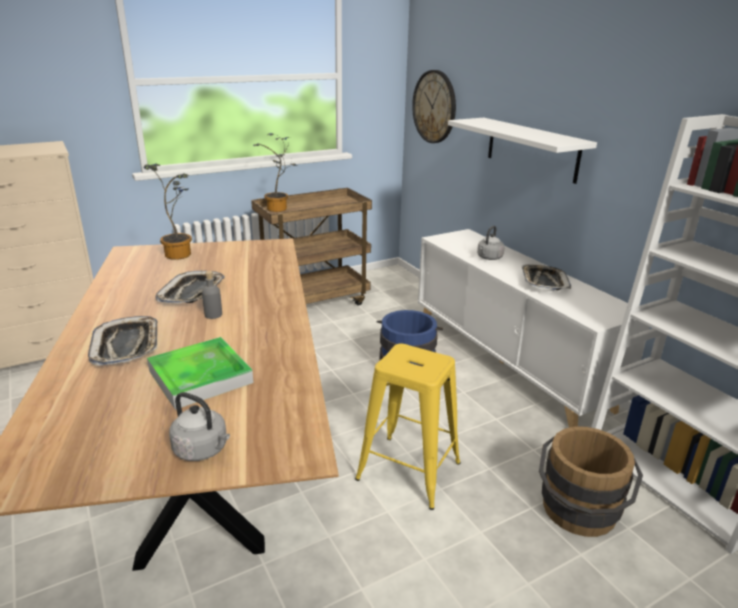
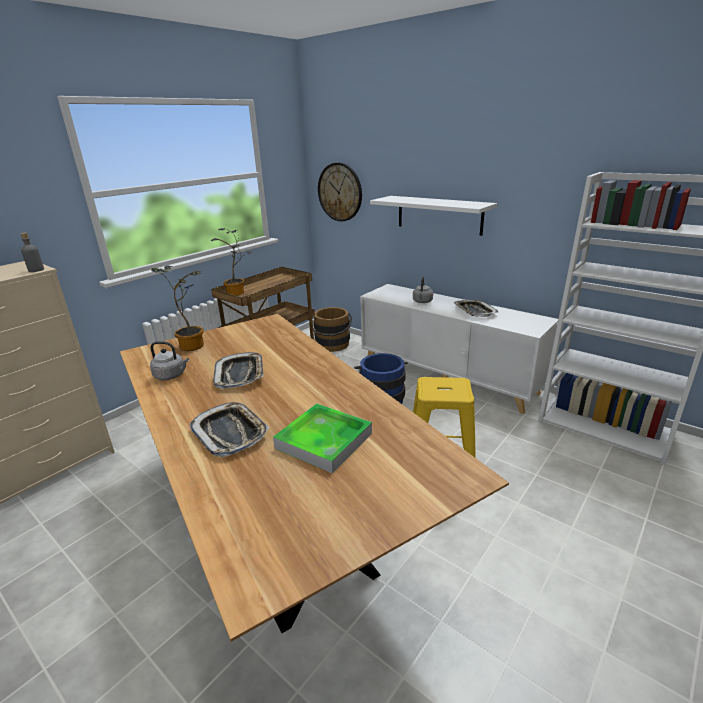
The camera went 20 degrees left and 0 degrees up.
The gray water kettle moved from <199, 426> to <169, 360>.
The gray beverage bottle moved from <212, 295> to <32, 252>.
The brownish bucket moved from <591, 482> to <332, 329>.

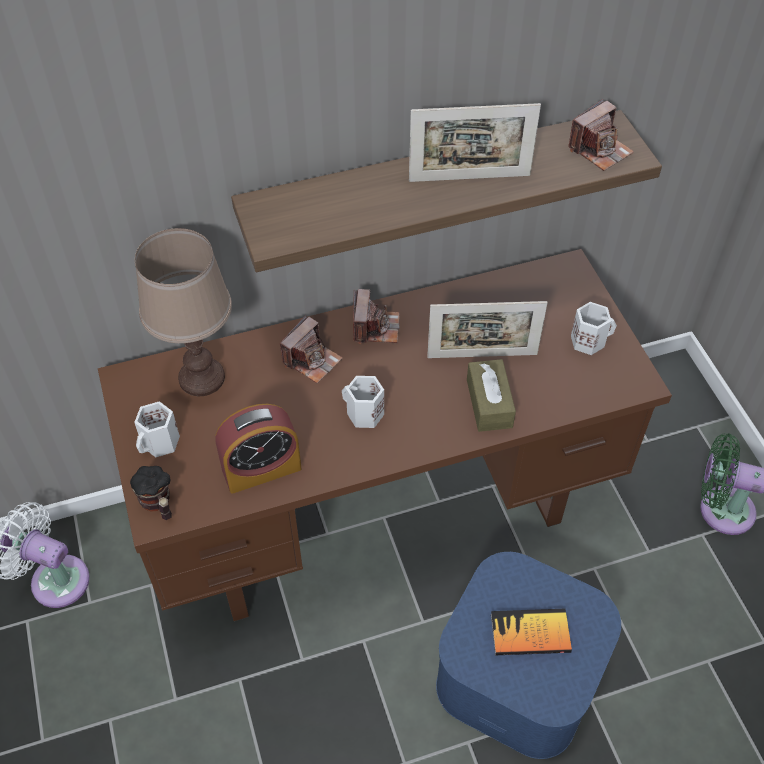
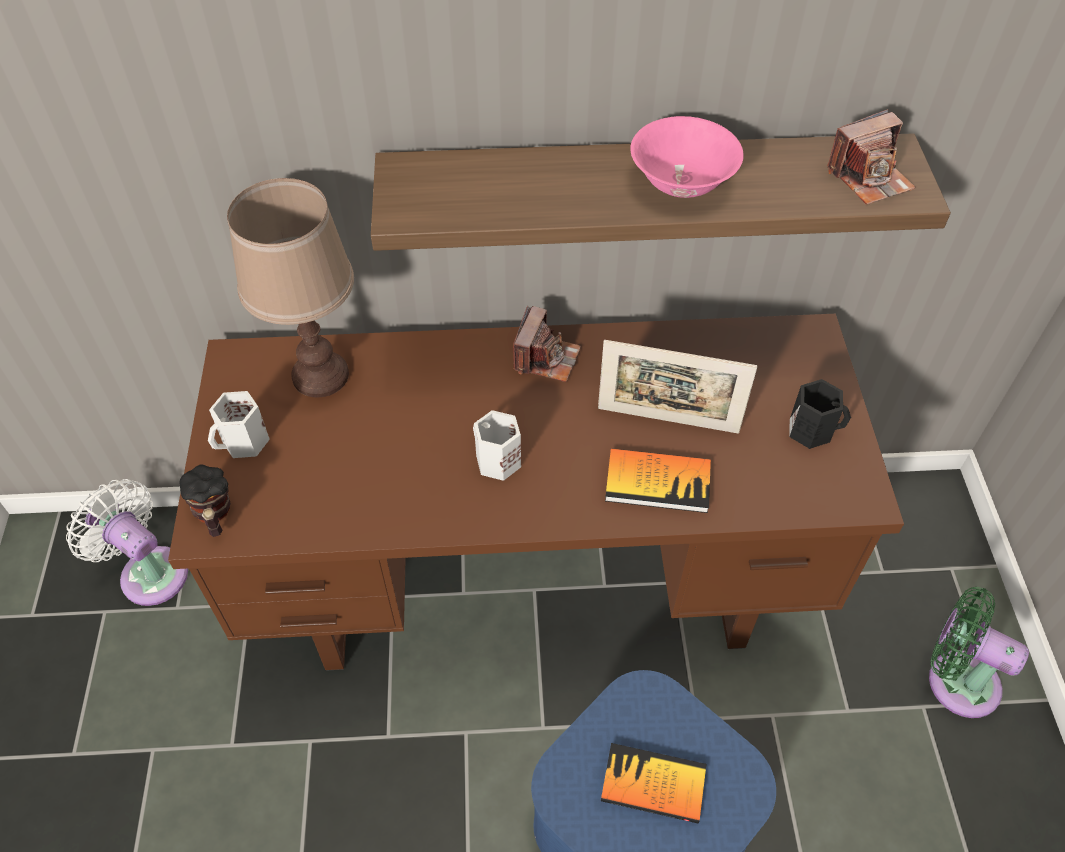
The camera went 15 degrees right and 0 degrees up.
The table clock at <258, 449> disappeared.
The photo camera at <311, 349> disappeared.
The photo frame at <475, 142> was replaced by the pink bowl at <687, 157>.
The brownish tissue box at <491, 395> was replaced by the volume at <658, 480>.
The whitish coffee mug at <594, 328> became the black-coloured coffee mug at <820, 414>.

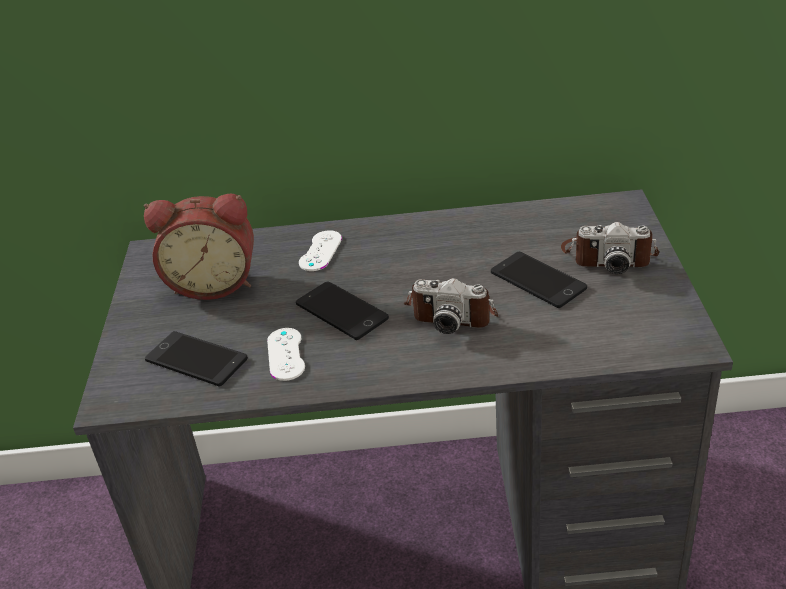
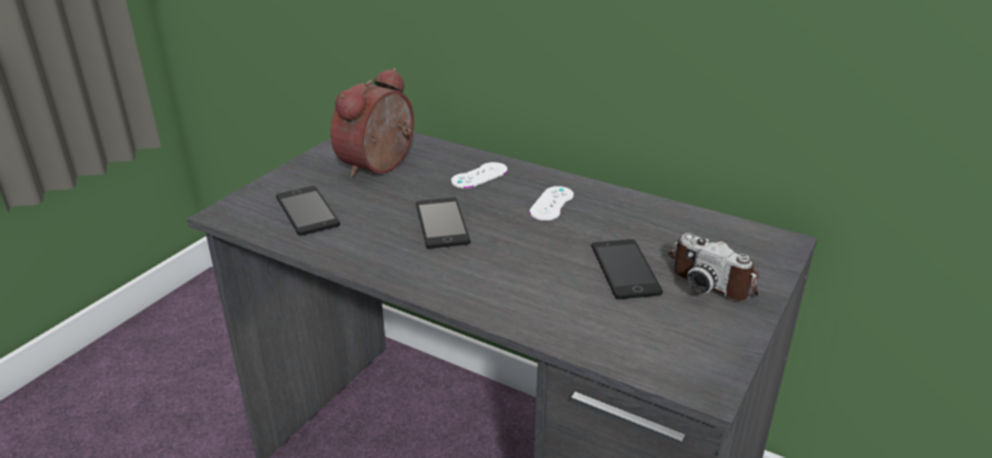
The camera went 30 degrees right and 5 degrees down.
The photo camera at <451, 306> disappeared.
The whitish gamepad moved from <286, 354> to <551, 203>.
The table clock at <199, 247> turned 90 degrees clockwise.

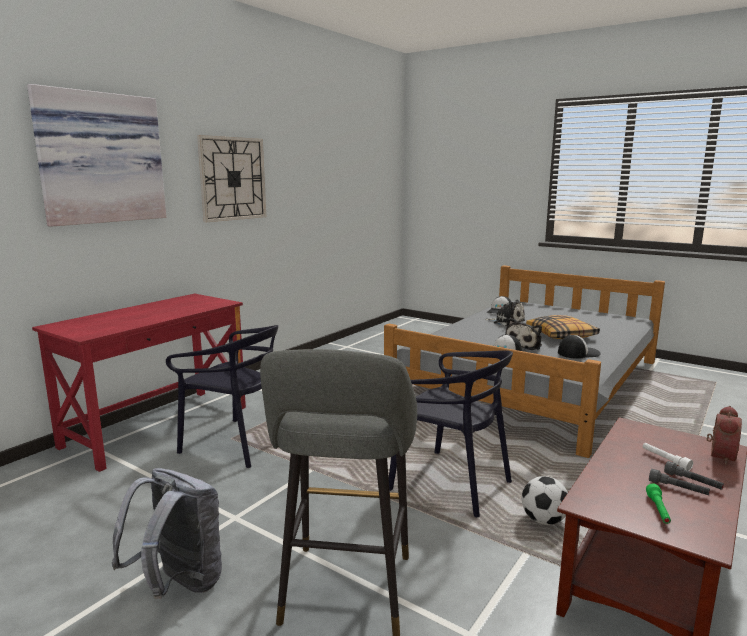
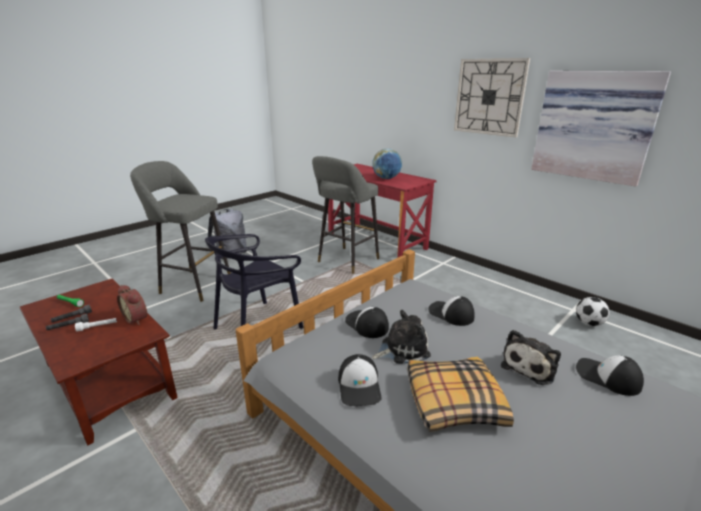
The camera went 100 degrees right and 10 degrees up.
The desk globe at <387, 164> appeared.
The peaked cap at <451, 311> appeared.
The picture moved from <96, 155> to <601, 129>.
The football moved from <545, 500> to <593, 311>.
The table clock moved from <724, 435> to <132, 305>.
The black-coloured upright chair at <222, 396> was replaced by the gray stool at <345, 215>.
The soft toy at <523, 334> turned 120 degrees clockwise.

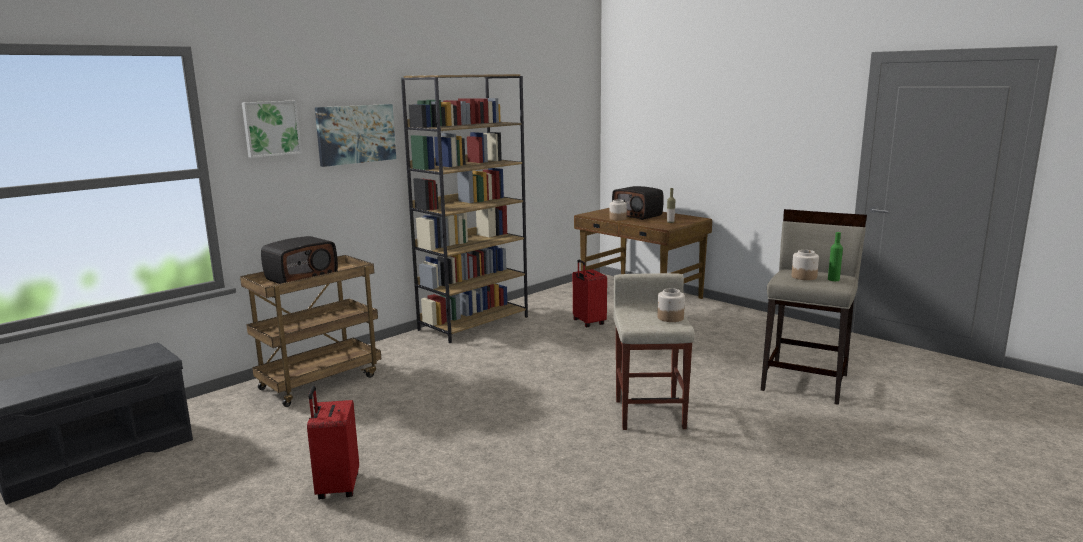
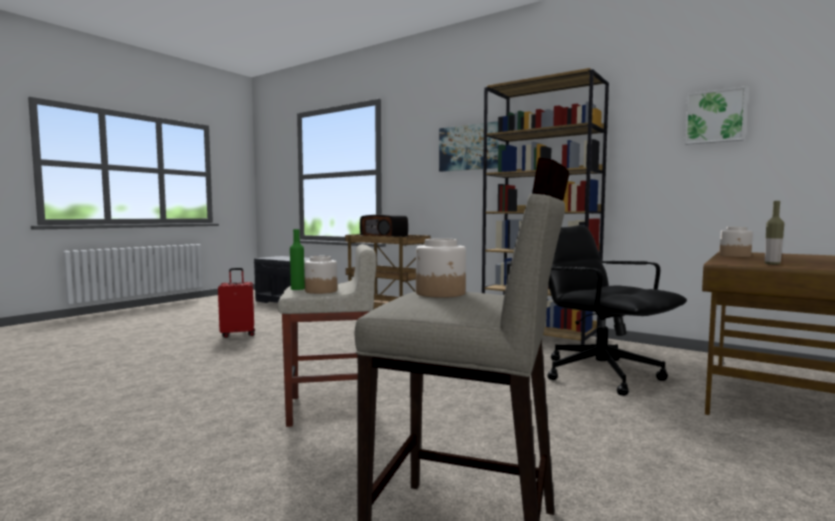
The camera went 80 degrees right and 10 degrees down.
The radio at <638, 203> disappeared.
The picture moved from <272, 129> to <716, 115>.
The green-coloured beverage bottle moved from <835, 256> to <297, 259>.
The reddish travel case at <590, 293> was replaced by the black-coloured computer chair at <617, 310>.

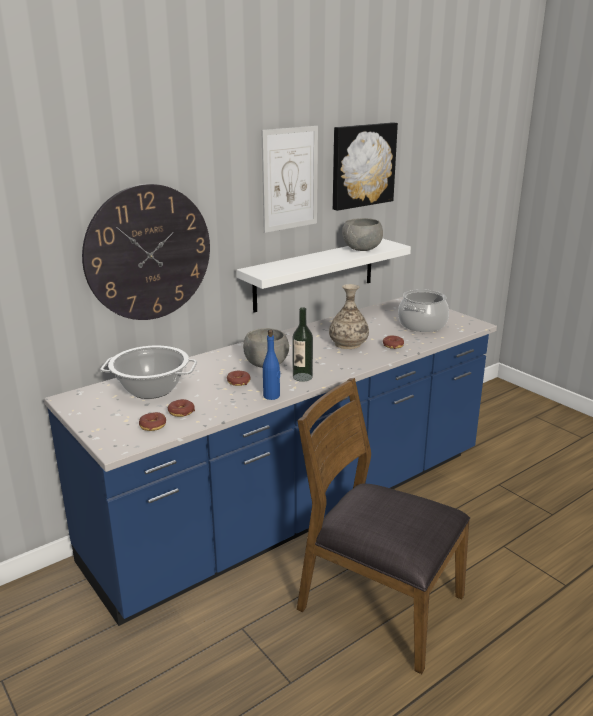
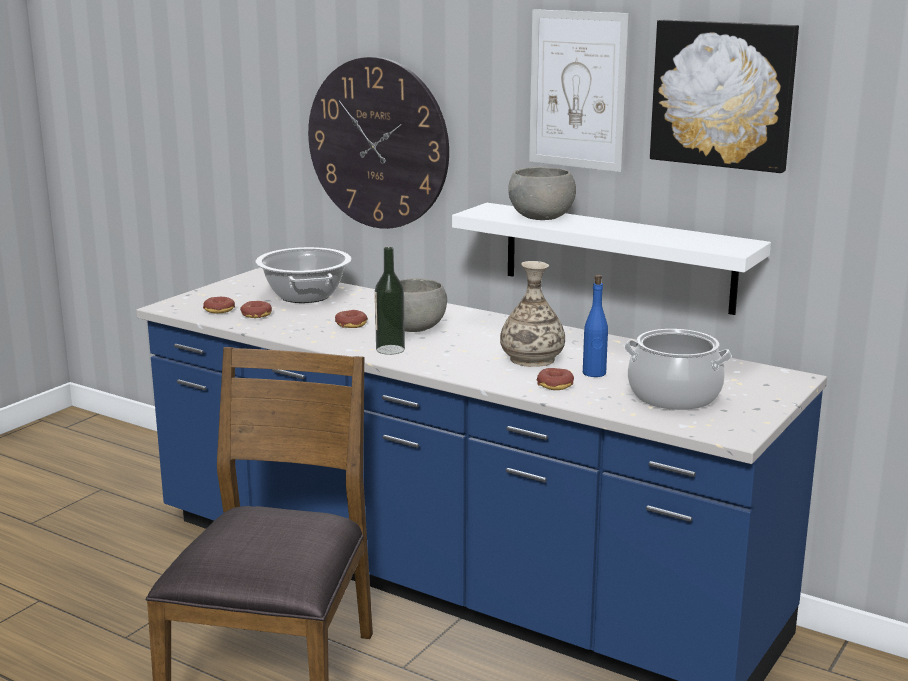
The camera went 70 degrees right and 5 degrees down.
The blue beverage bottle moved from <271, 365> to <595, 326>.
The gray bowl moved from <362, 234> to <542, 193>.

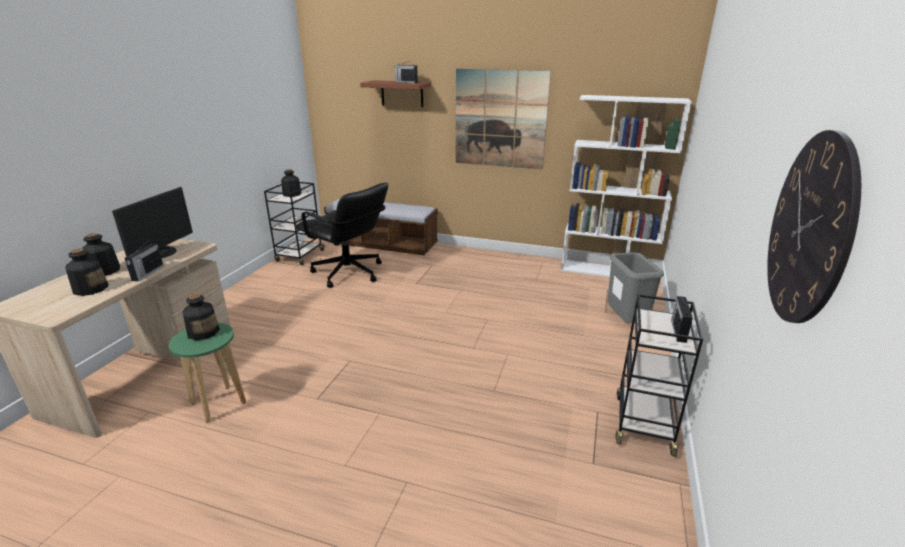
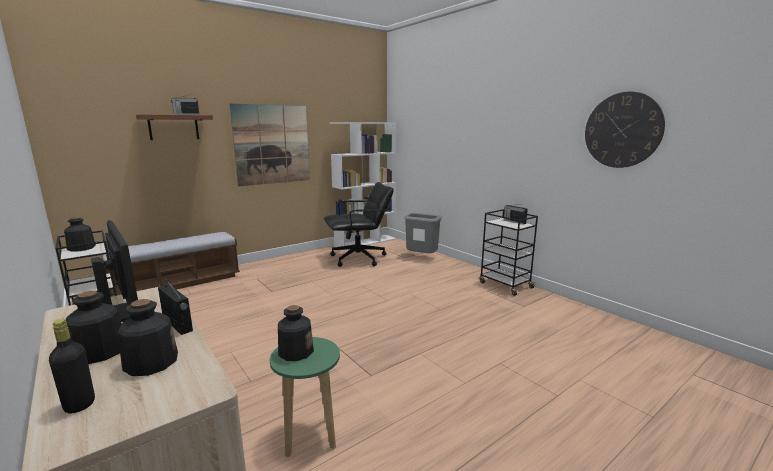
The camera went 55 degrees left and 10 degrees down.
The black-coloured beverage bottle at <72, 366> appeared.
The black-coloured computer chair moved from <341, 235> to <359, 224>.

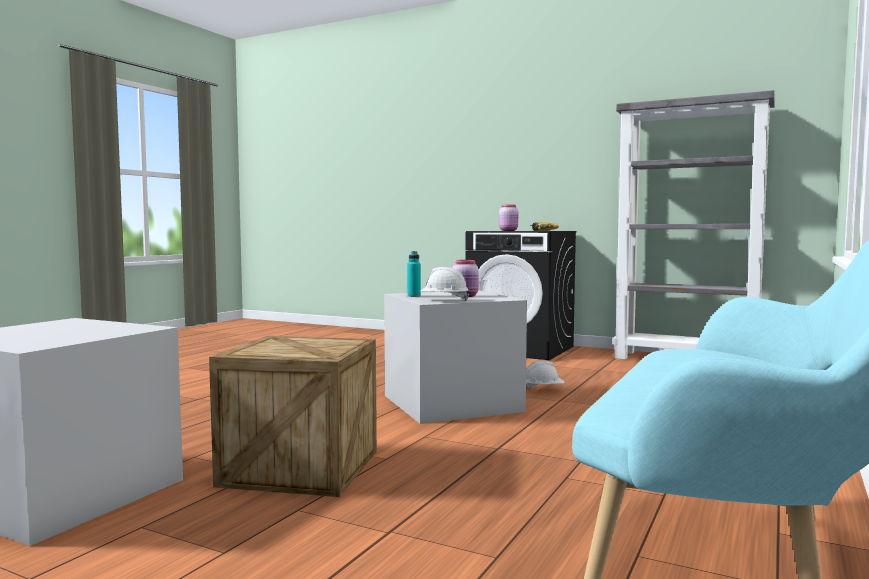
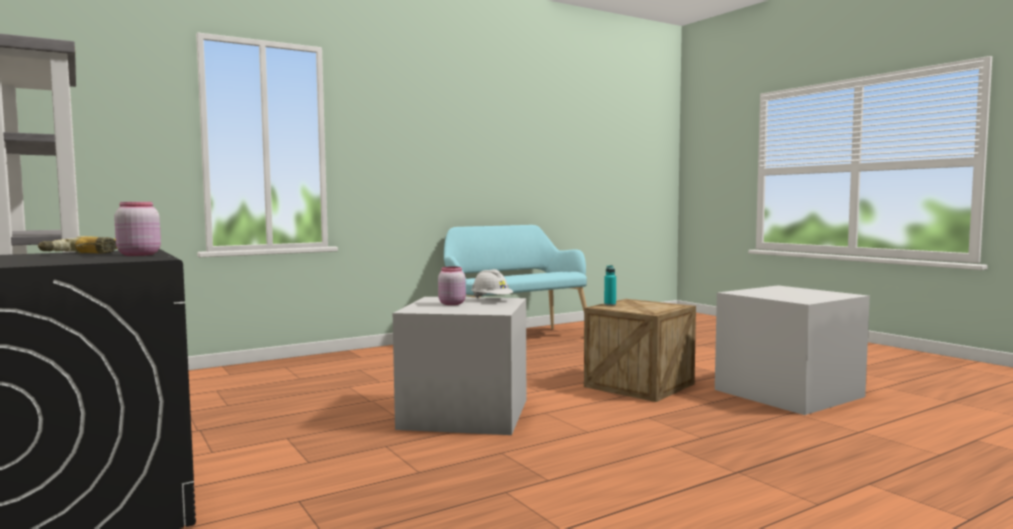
The camera went 150 degrees left and 0 degrees up.
The whitish work helmet at <545, 374> disappeared.
The turquoise-coloured beverage bottle moved from <414, 274> to <610, 285>.

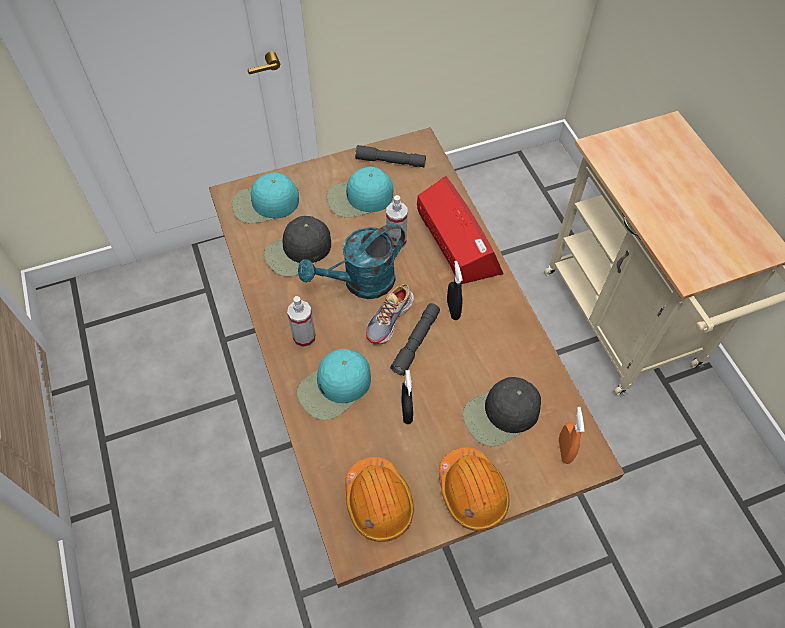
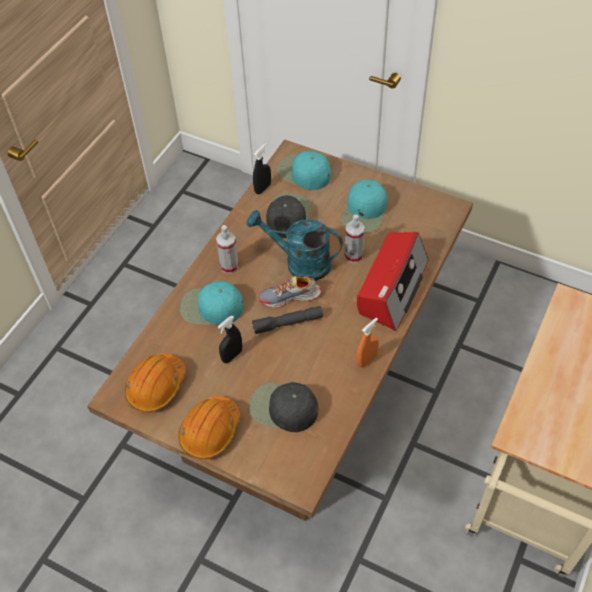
The camera went 50 degrees right and 5 degrees down.
The gray hand torch at <390, 156> disappeared.
The black-coloured hand sprayer moved from <455, 290> to <262, 169>.
The orange-coloured hand sprayer moved from <572, 435> to <367, 343>.
The black-coloured peaked cap at <297, 246> turned 90 degrees clockwise.
The turquoise-coloured peaked cap at <360, 192> turned 105 degrees counterclockwise.

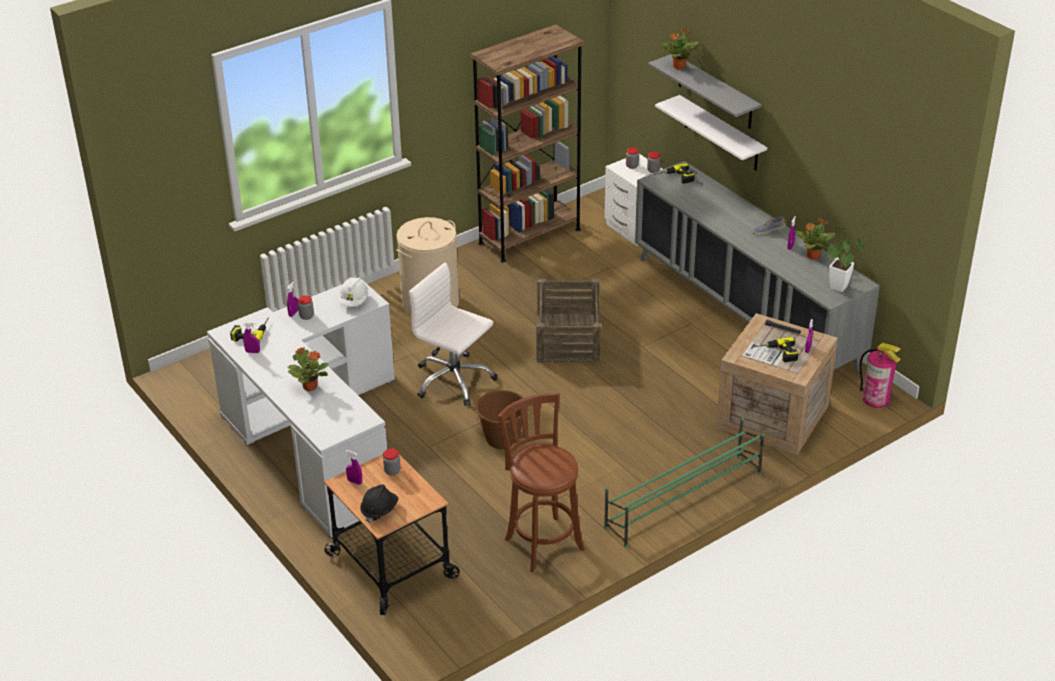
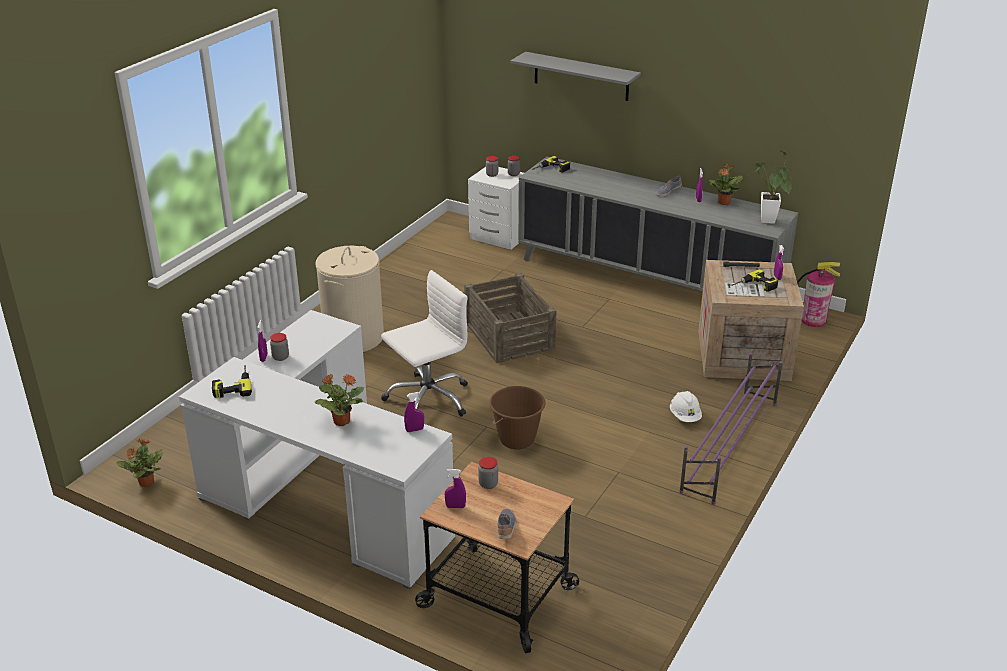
The camera went 25 degrees left and 5 degrees down.
The brownish shelving unit at <527, 143> disappeared.
The brownish stool at <541, 483> disappeared.
The whitish wall shelf at <711, 133> disappeared.
The purple hand sprayer moved from <251, 337> to <414, 412>.
The whitish work helmet moved from <353, 292> to <686, 406>.
The potted plant moved from <679, 49> to <140, 463>.
The black-coloured work helmet at <379, 503> was replaced by the shoe at <507, 524>.
The green-coloured shoe rack at <684, 482> became the purple shoe rack at <731, 429>.
The whitish computer chair at <453, 334> turned 135 degrees clockwise.

